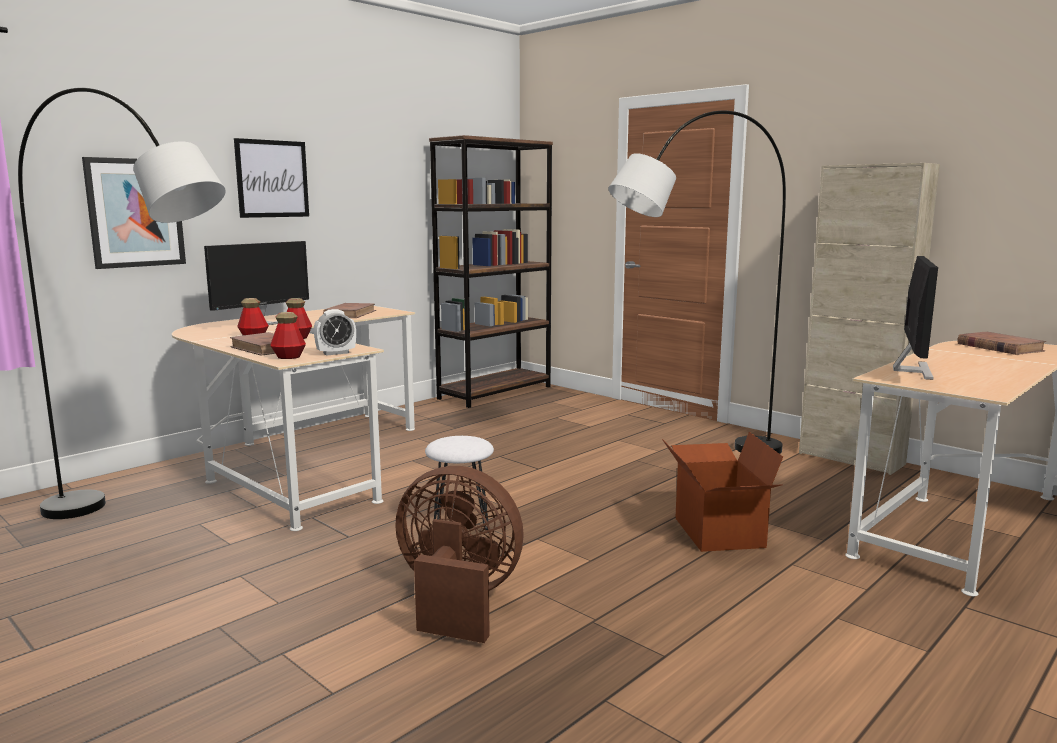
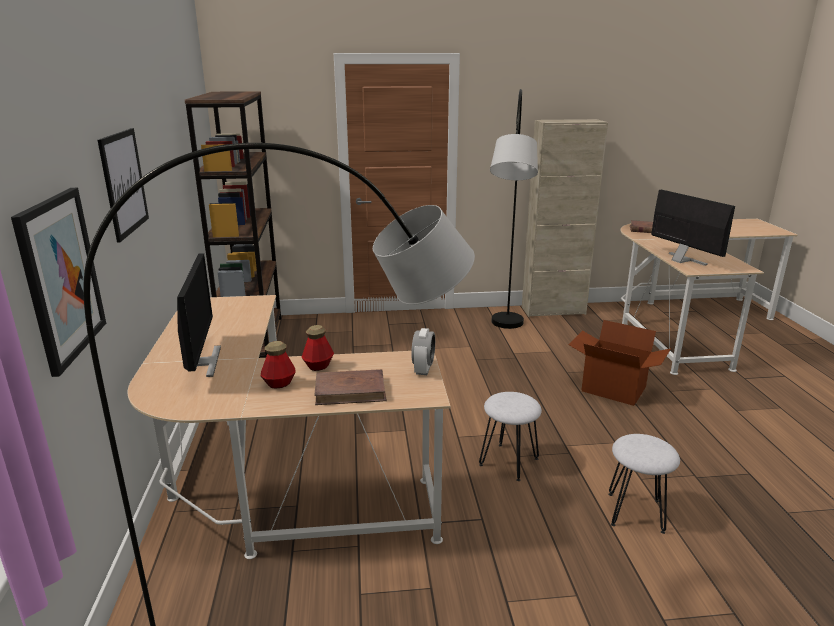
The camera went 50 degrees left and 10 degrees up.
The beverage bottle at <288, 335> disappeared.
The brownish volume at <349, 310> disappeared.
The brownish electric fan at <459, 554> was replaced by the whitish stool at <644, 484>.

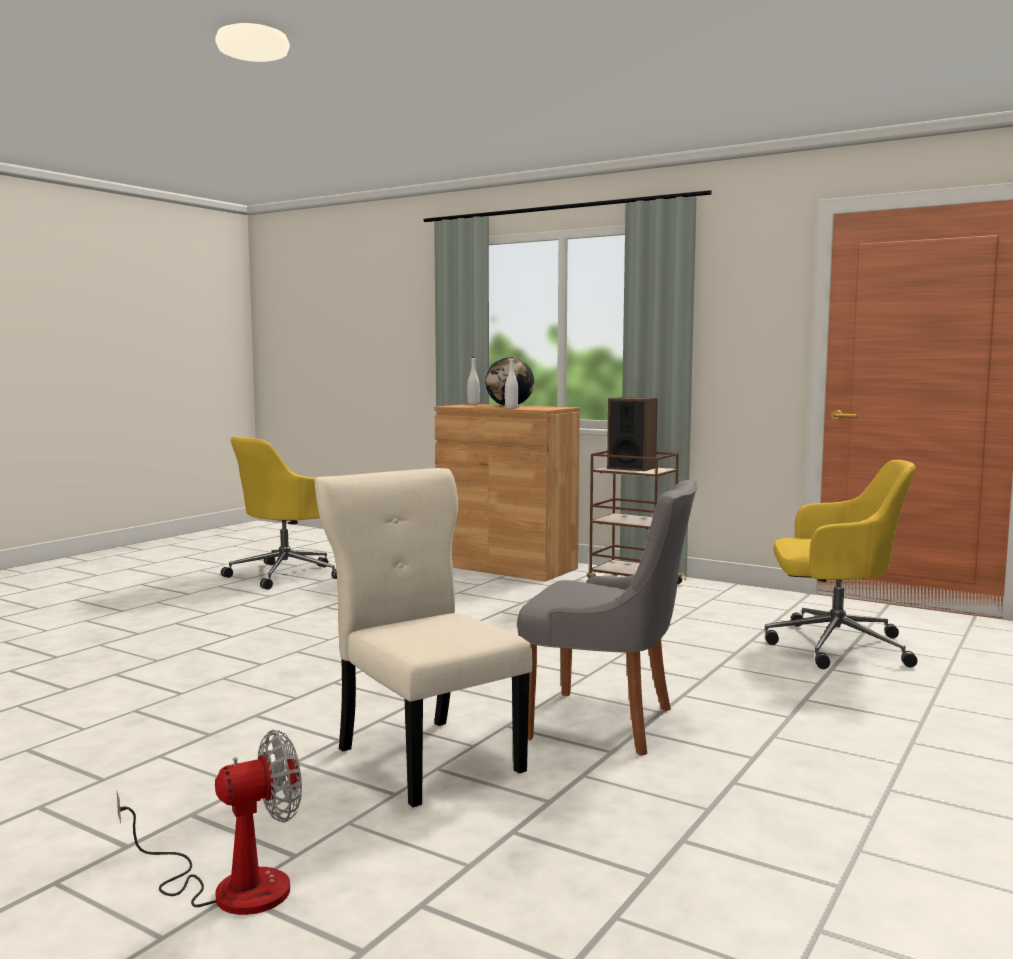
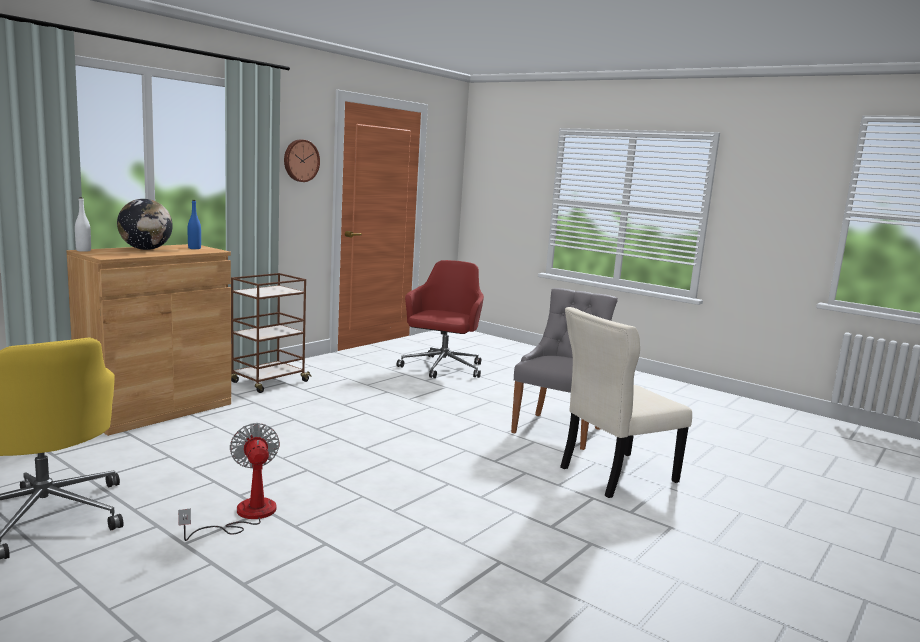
The camera went 85 degrees left and 5 degrees up.
The whitish beverage bottle at <511, 383> disappeared.
The loudspeaker at <632, 434> disappeared.
The blue beverage bottle at <194, 224> appeared.
The clock on the wall at <302, 161> appeared.
The electric fan moved from <209, 822> to <229, 482>.
The yellow-coloured computer chair at <841, 564> became the reddish computer chair at <440, 319>.

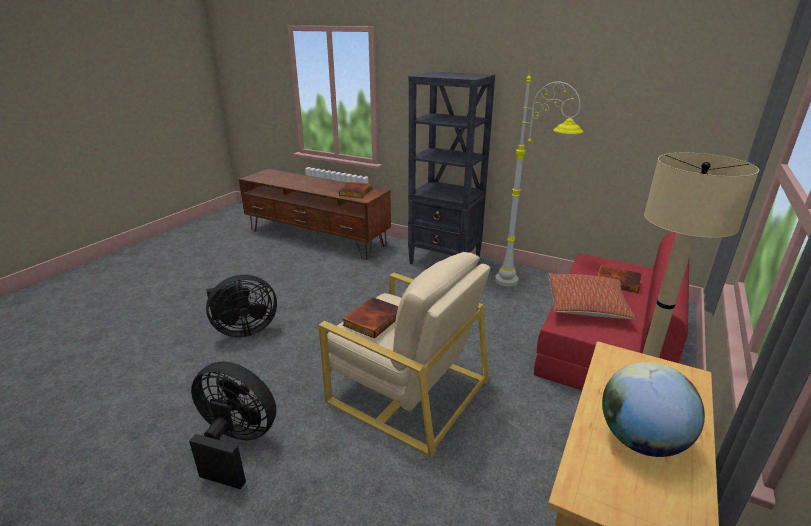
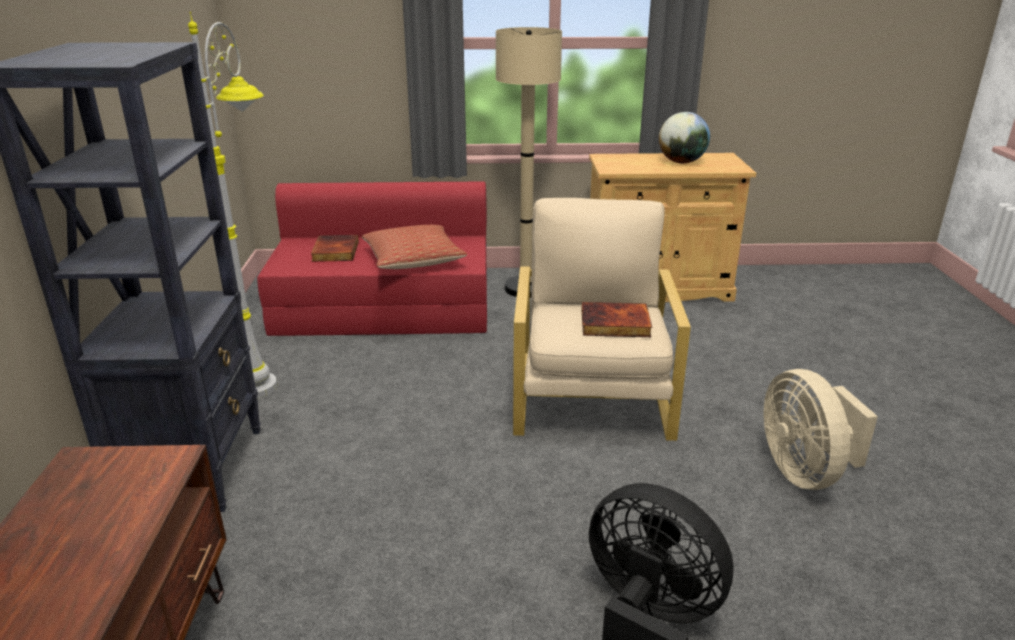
The camera went 120 degrees left and 0 degrees up.
The volume at <355, 190> disappeared.
The black-coloured electric fan at <232, 425> became the beige electric fan at <821, 429>.

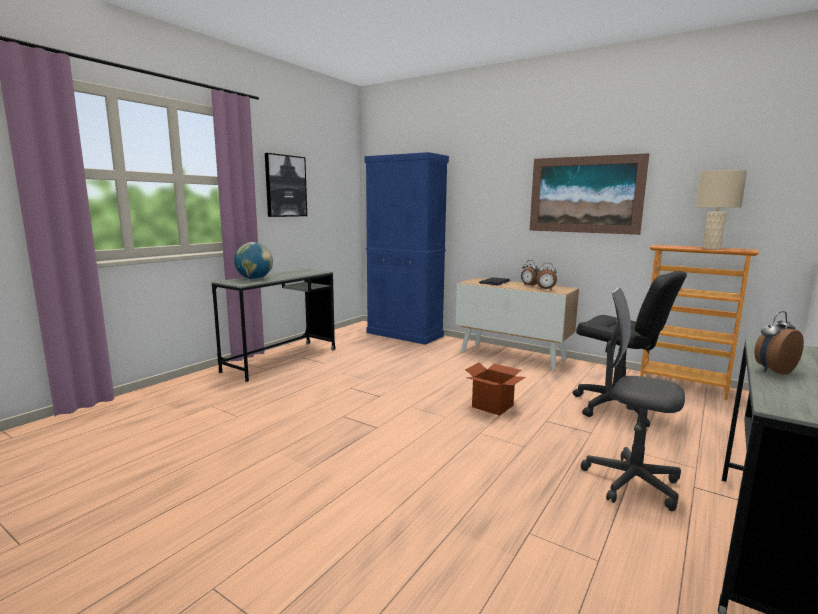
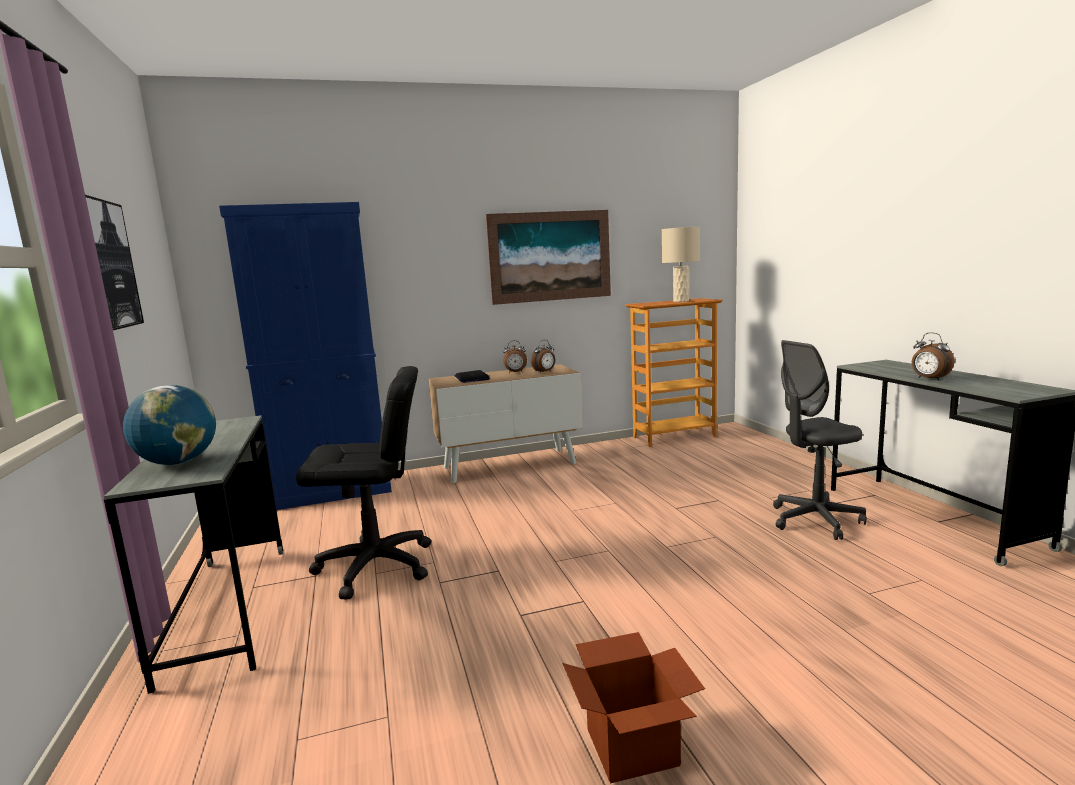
The camera went 50 degrees left and 0 degrees up.
The packing box moved from <495, 389> to <633, 708>.
The black-coloured computer chair moved from <630, 349> to <363, 483>.
The table clock at <779, 343> turned 45 degrees counterclockwise.

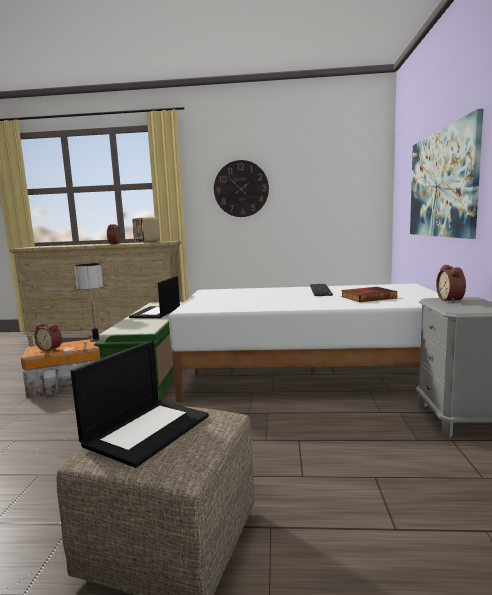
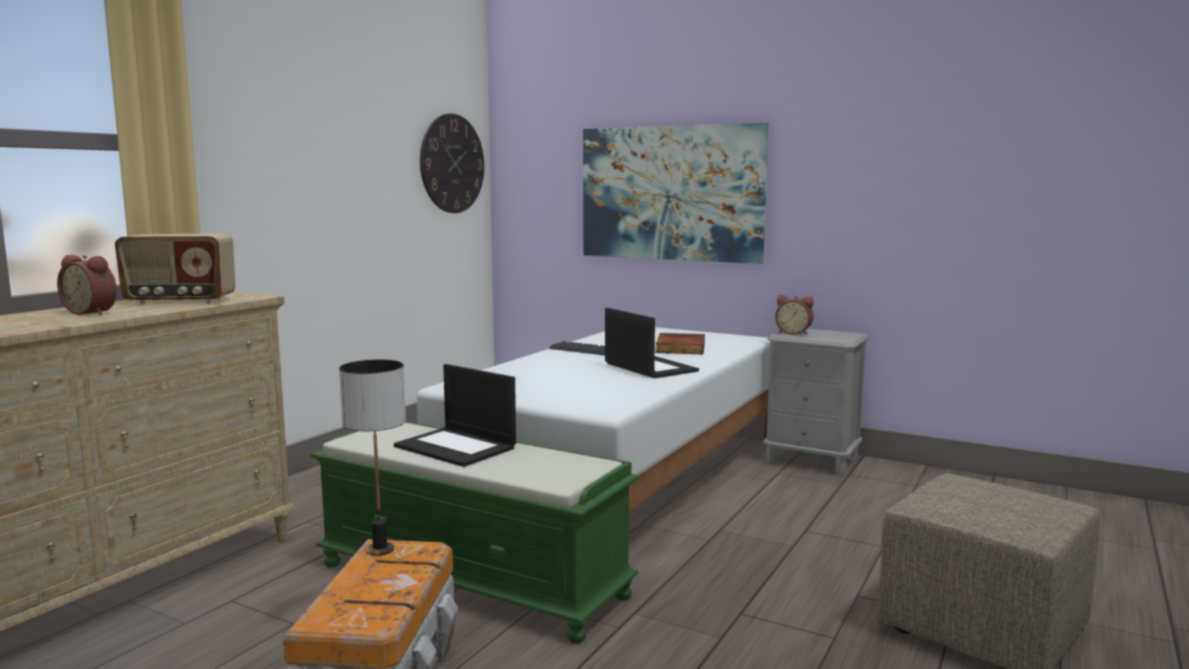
The camera went 65 degrees left and 0 degrees up.
The table clock at <48, 337> disappeared.
The notebook computer moved from <140, 404> to <652, 343>.
The clock on the wall moved from <241, 188> to <452, 163>.

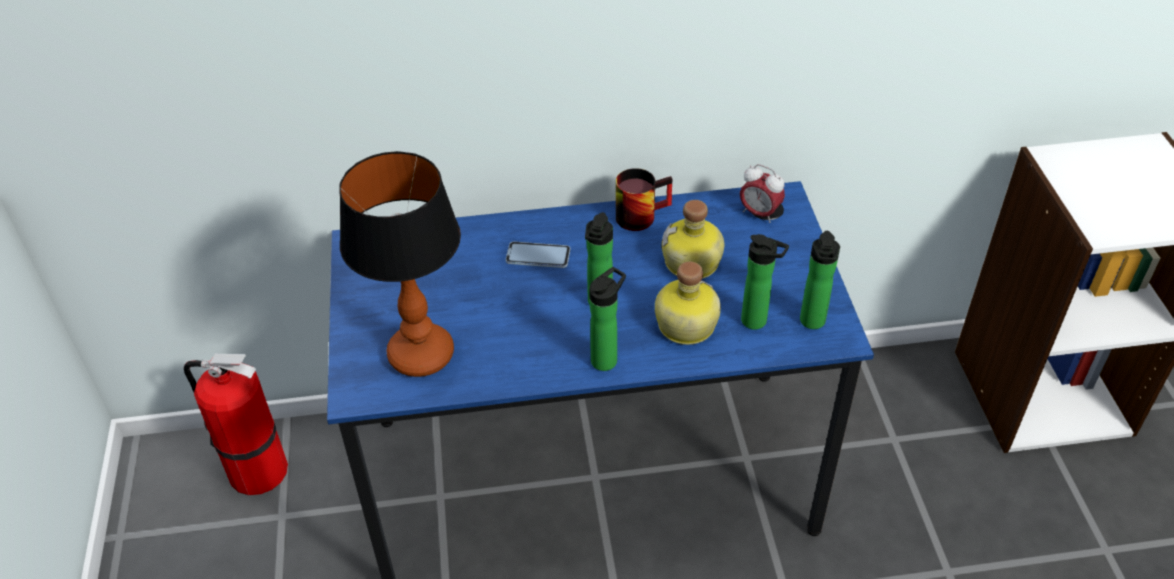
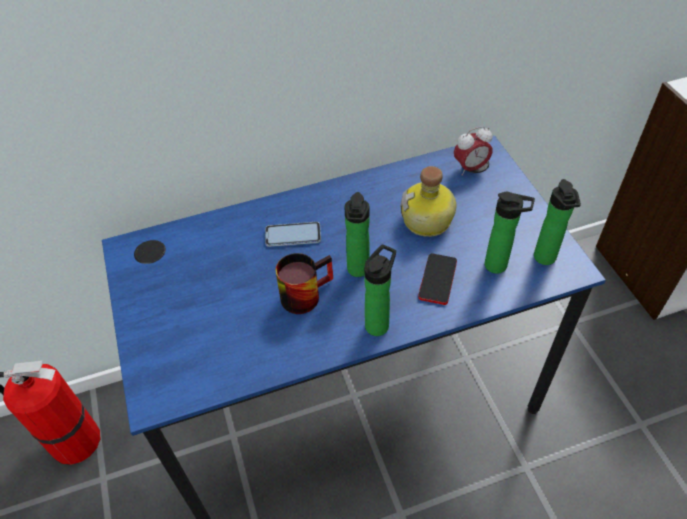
The camera went 10 degrees left and 5 degrees up.
The tabletop lamp at <400, 264> disappeared.
The coffee mug moved from <644, 199> to <304, 283>.
The beverage bottle at <688, 303> was replaced by the telephone at <437, 279>.
The table clock at <762, 193> turned 45 degrees counterclockwise.

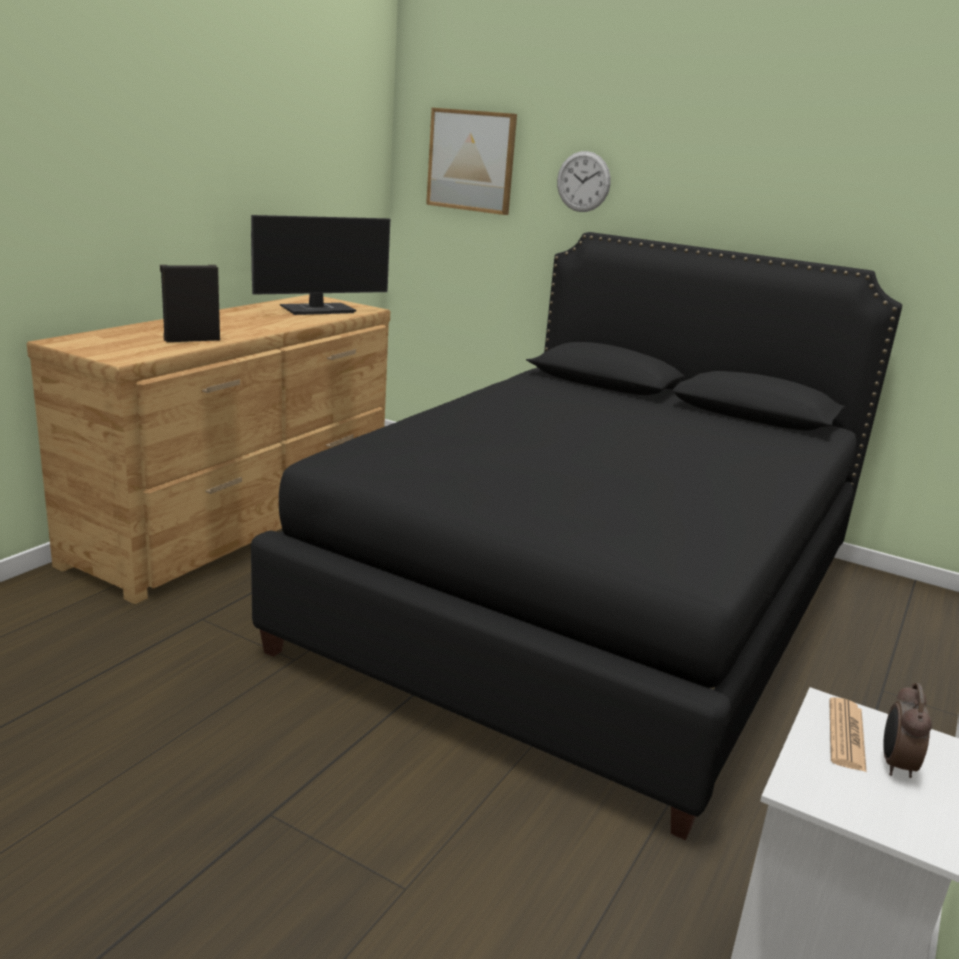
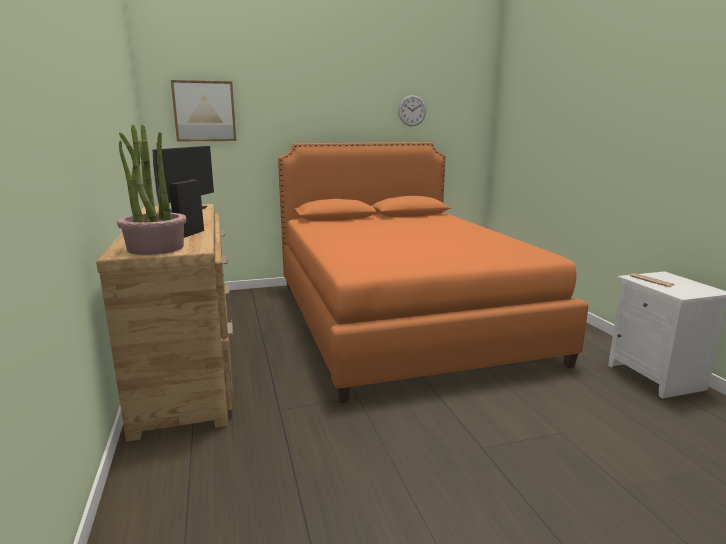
The camera went 45 degrees left and 5 degrees down.
The table clock at <908, 730> disappeared.
The potted plant at <152, 189> appeared.
The clock on the wall moved from <584, 181> to <412, 110>.
The black-coloured bedroom bed at <576, 536> became the orange-coloured bedroom bed at <433, 272>.

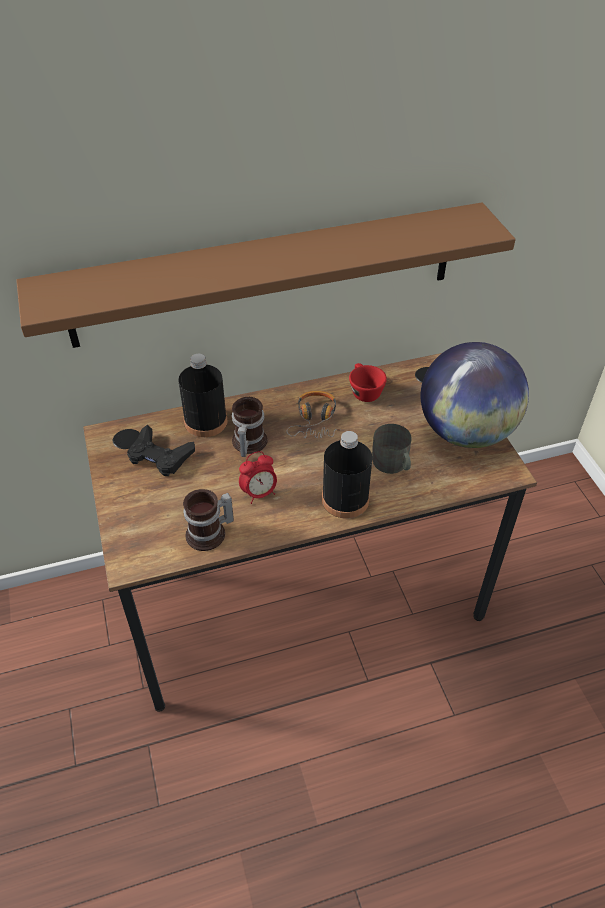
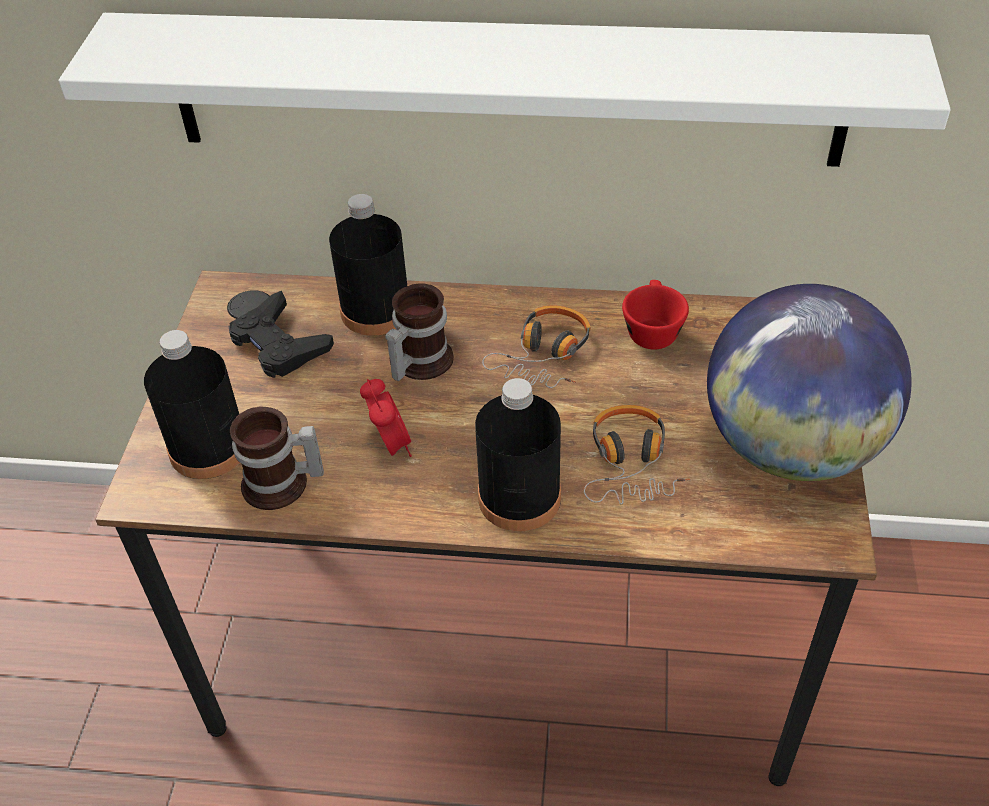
The camera went 25 degrees right and 0 degrees up.
The black-coloured beverage bottle at <192, 404> appeared.
The gray coffee mug at <392, 449> was replaced by the headset at <637, 455>.
The brownish wall shelf at <266, 275> became the whitish wall shelf at <505, 90>.
The table clock at <258, 477> turned 105 degrees counterclockwise.

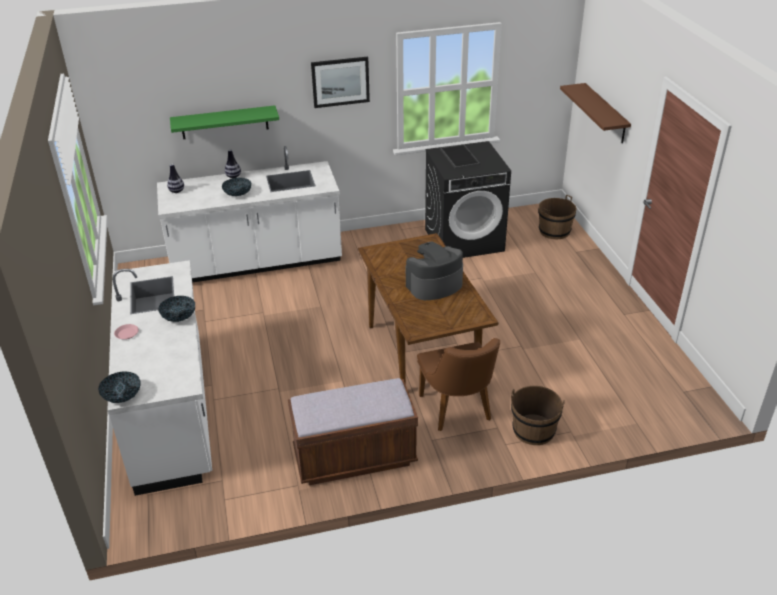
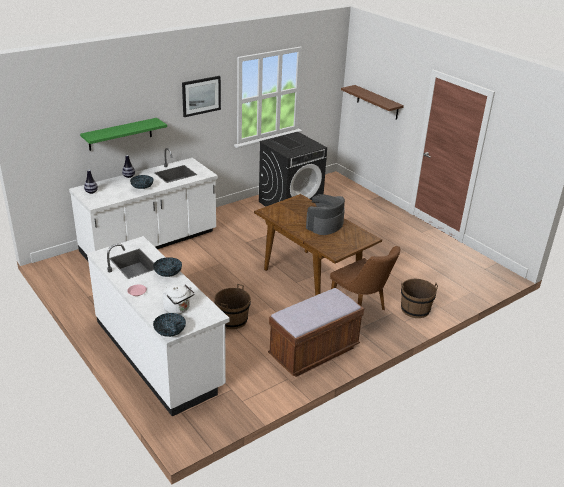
The camera went 25 degrees left and 5 degrees down.
The whitish water kettle at <179, 299> appeared.
The brownish bucket moved from <557, 217> to <232, 306>.

